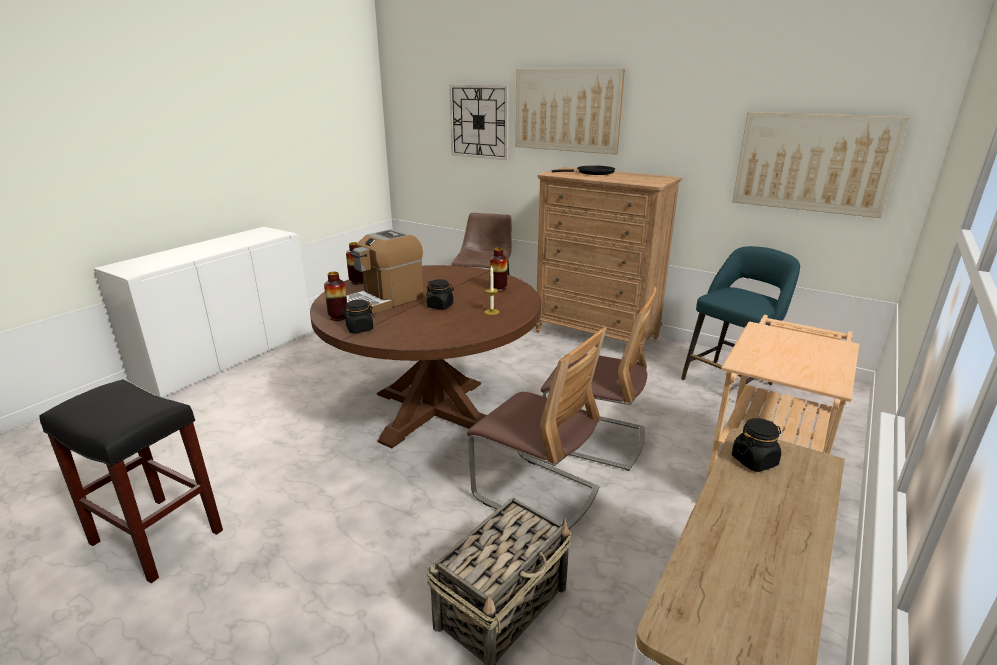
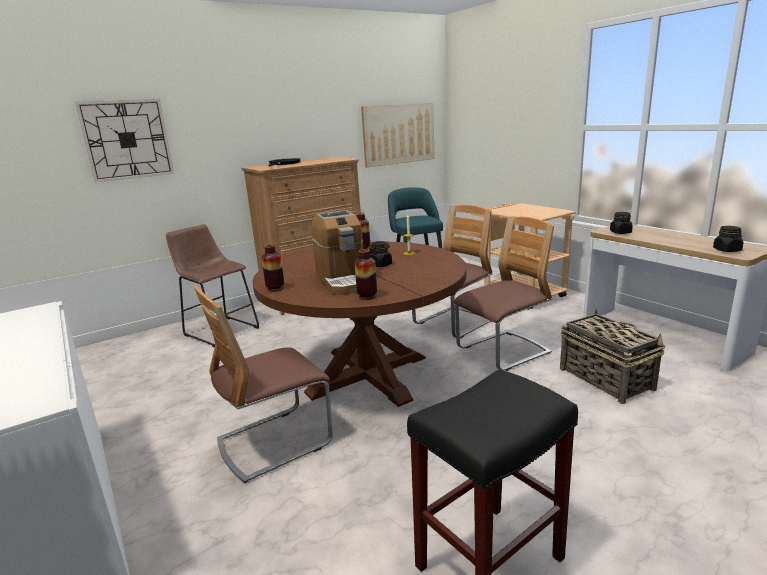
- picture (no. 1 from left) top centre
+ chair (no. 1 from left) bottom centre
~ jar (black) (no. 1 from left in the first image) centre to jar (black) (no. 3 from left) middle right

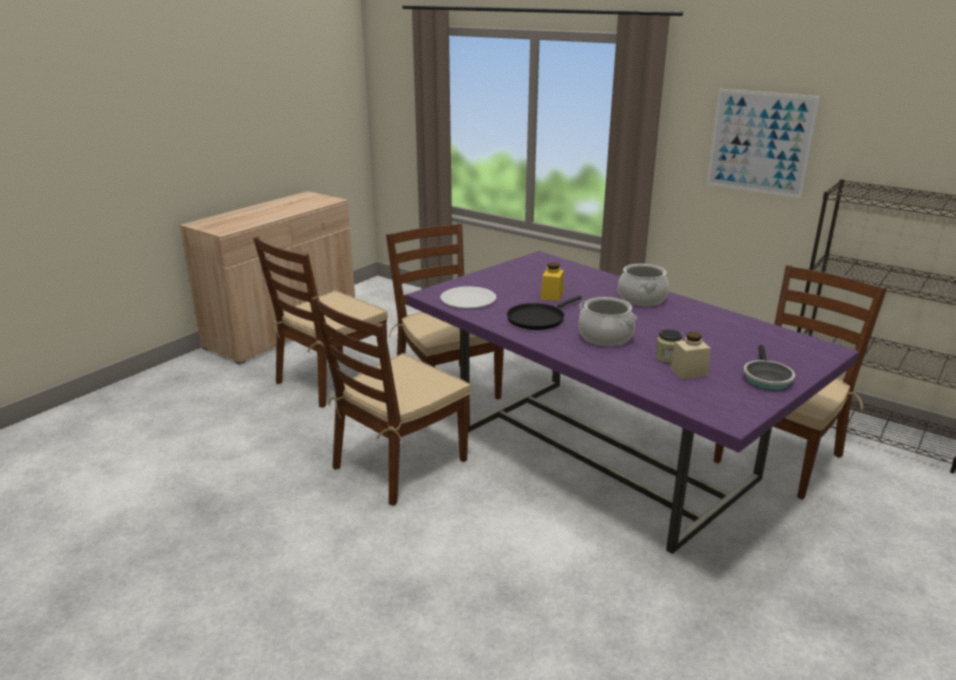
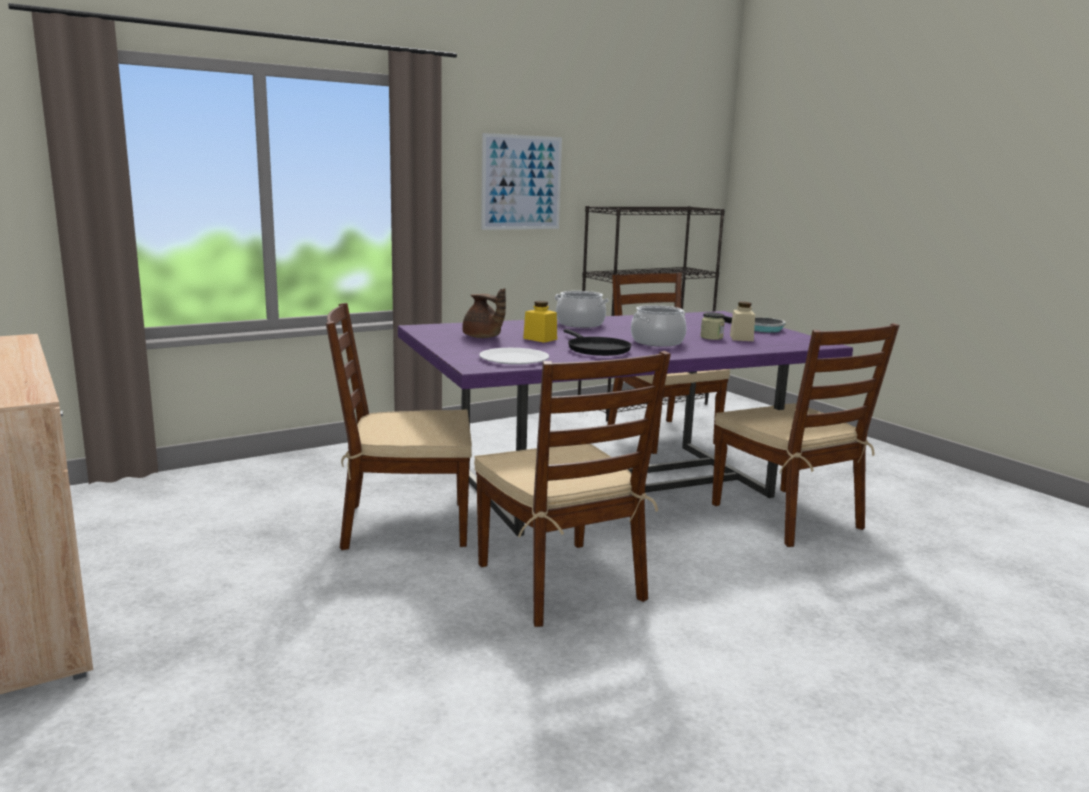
+ teapot (brown) centre
~ chair (brown) (no. 1 from left in the first image) centre to chair (brown) (no. 4 from left) middle right

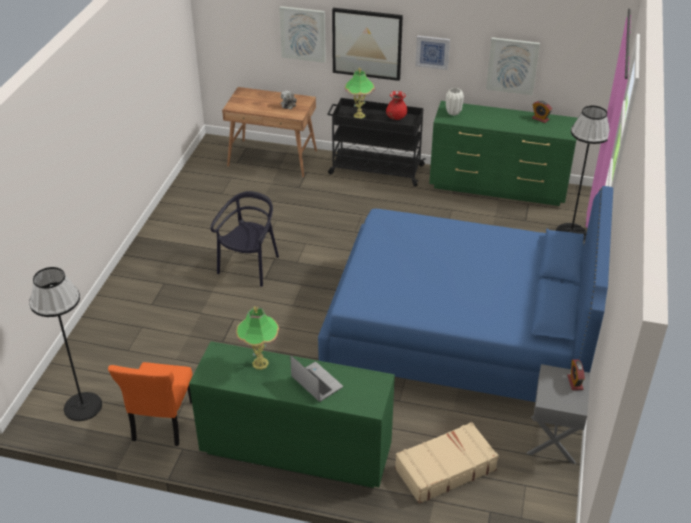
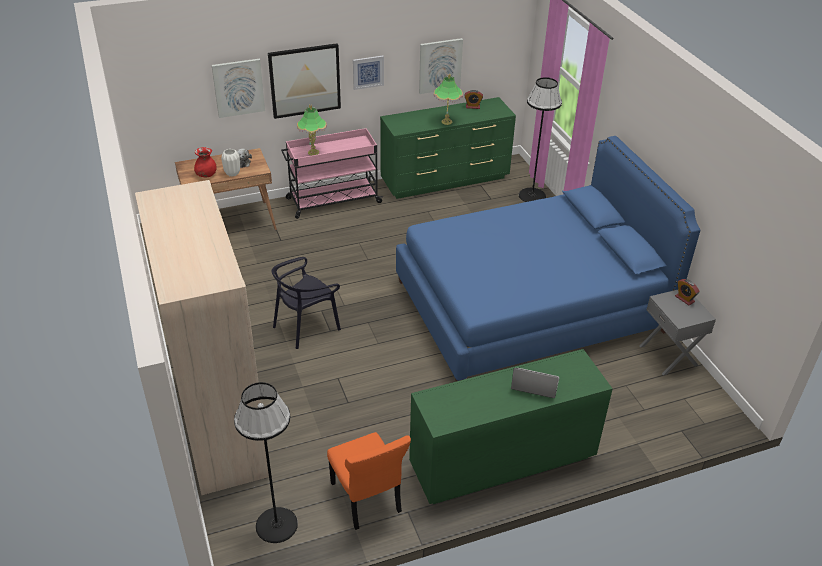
- suitcase (beige) bottom centre
+ wardrobe (beige) middle left
~ table lamp (no. 1 from left in the first image) centre to table lamp (no. 2 from left) top centre
~ vase (red) top centre to top left
~ vase (white) top centre to top left
~ cart (black) top centre to cart (pink) top centre
~ chair (black) centre = centre 120 degrees counterclockwise

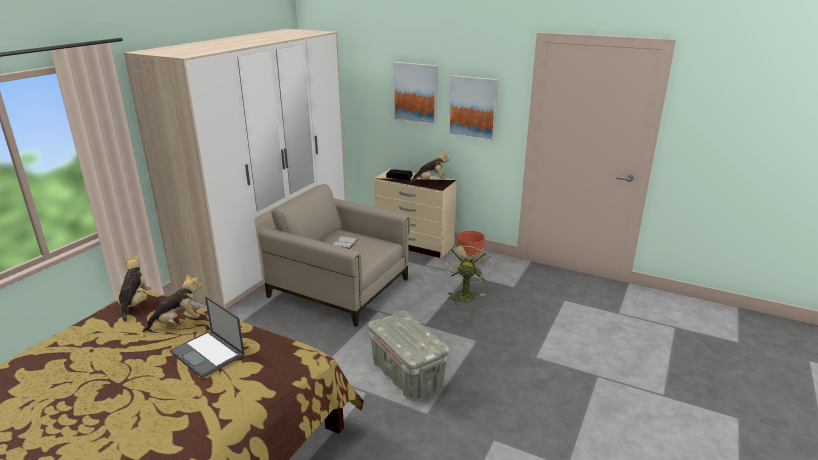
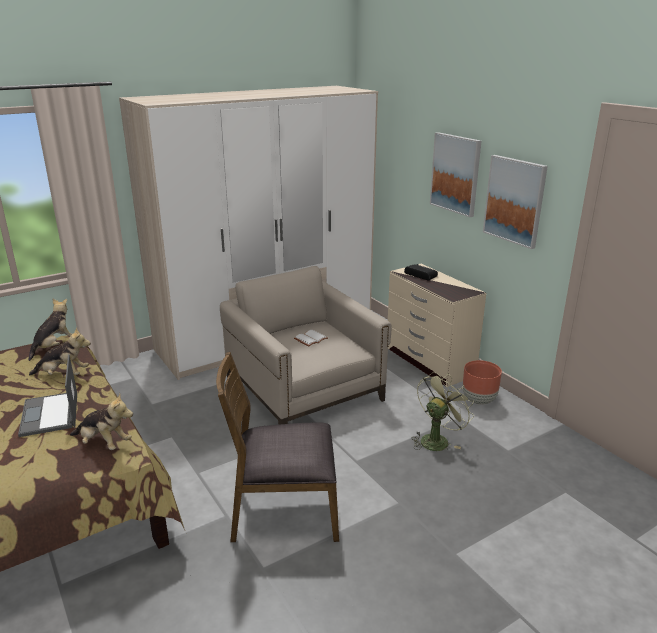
~ plush toy (no. 3 from left) centre to middle left
~ storage box (grey) bottom centre to chair (brown) bottom centre

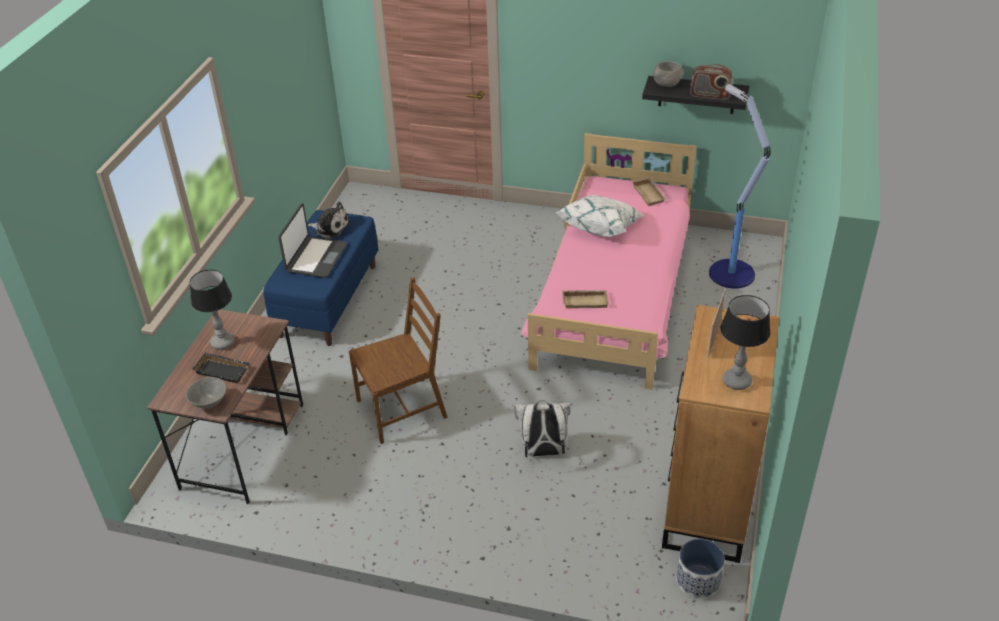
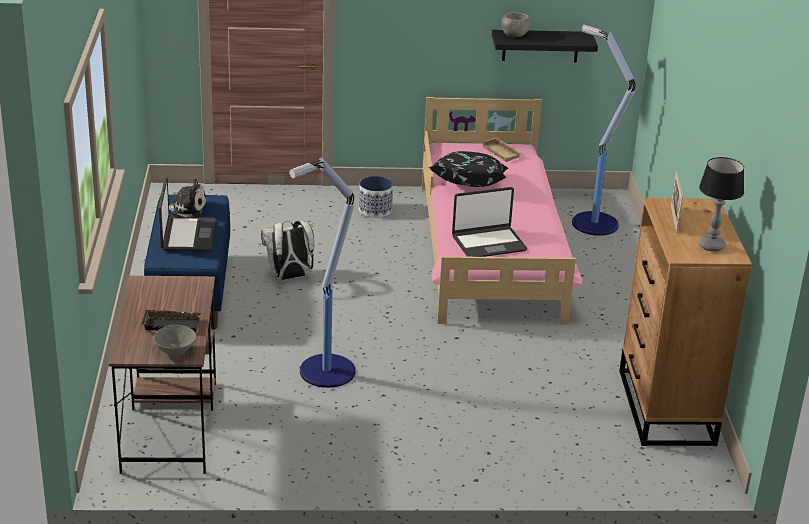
- table lamp (no. 1 from left) middle left
- radio top right
~ backpack (white) bottom centre to centre
~ planter bottom right to centre
~ chair (brown) centre to floor lamp (no. 1 from left) centre
~ tray (beige) (no. 1 from left) centre to laptop (no. 2 from left) centre
~ pillow (white) centre to pillow (black) top centre

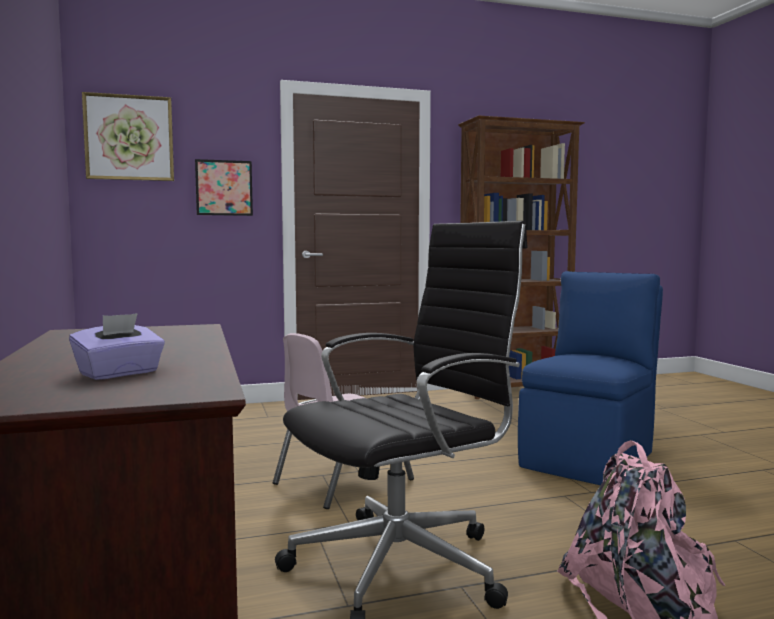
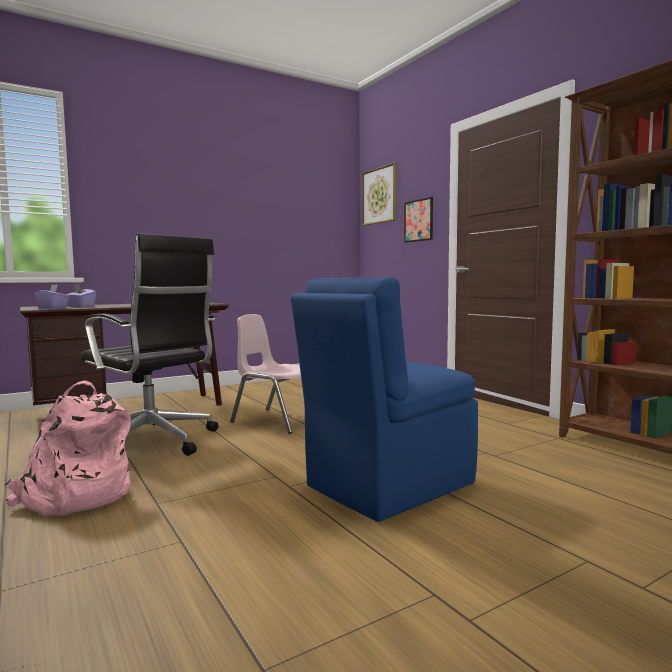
+ tissue box (purple) (no. 1 from left) middle left
~ chair (blue) middle right = centre 120 degrees clockwise

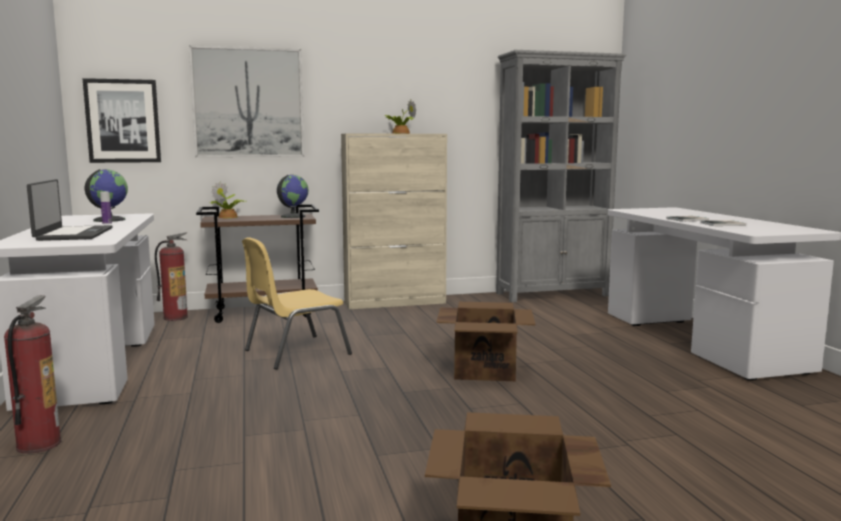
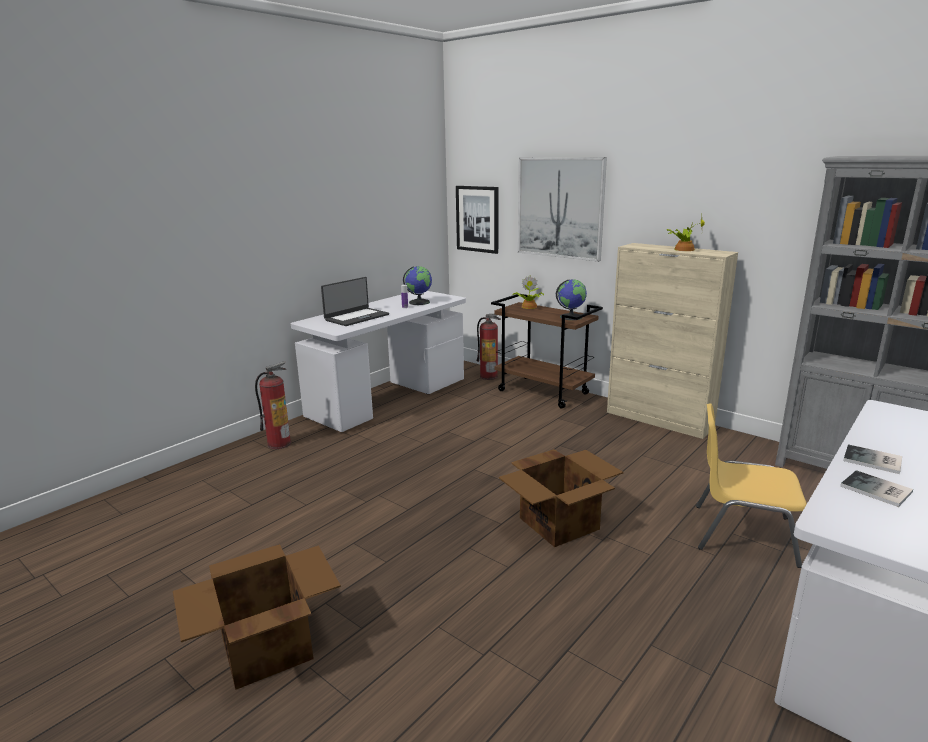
~ chair (yellow) centre to middle right

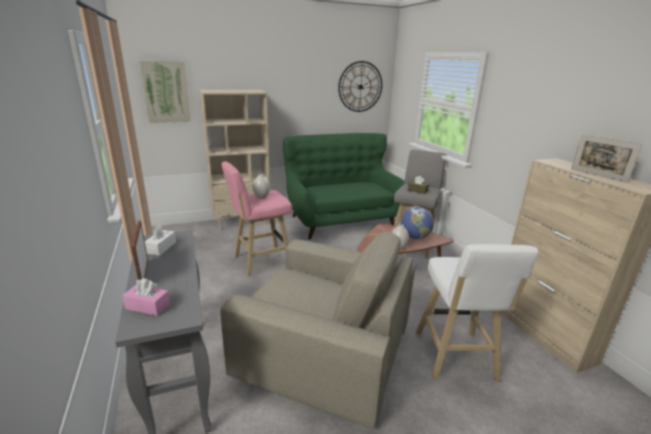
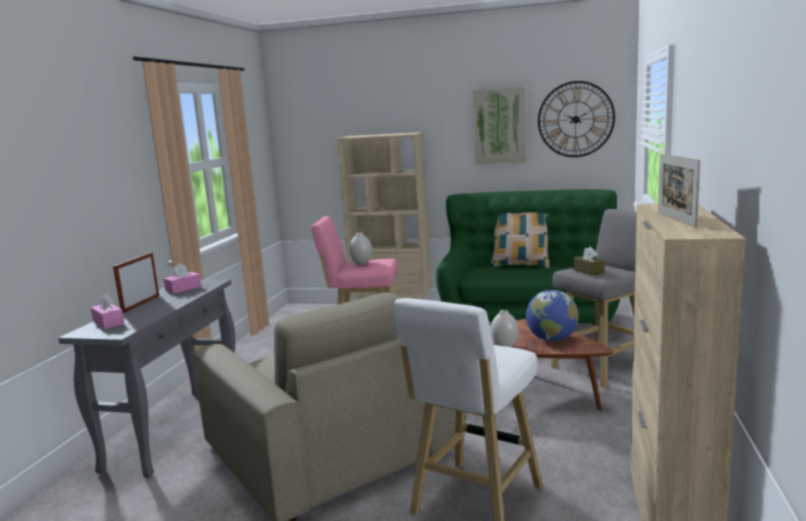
+ pillow centre
~ picture top left to top centre
~ tissue box (white) middle left to tissue box (pink) (no. 2 from left) middle left

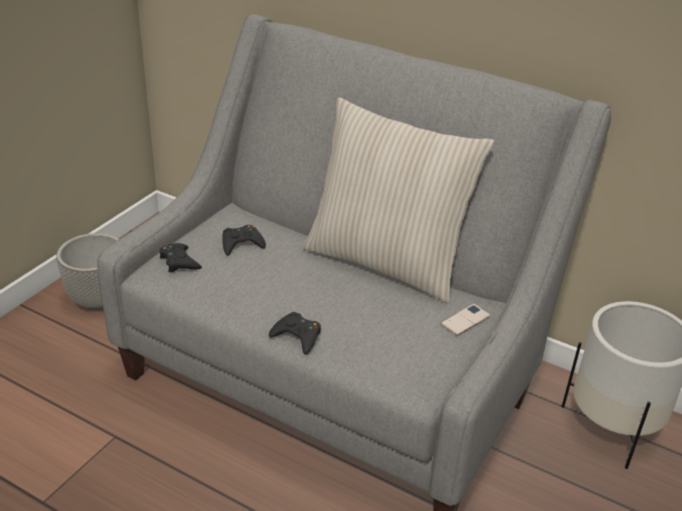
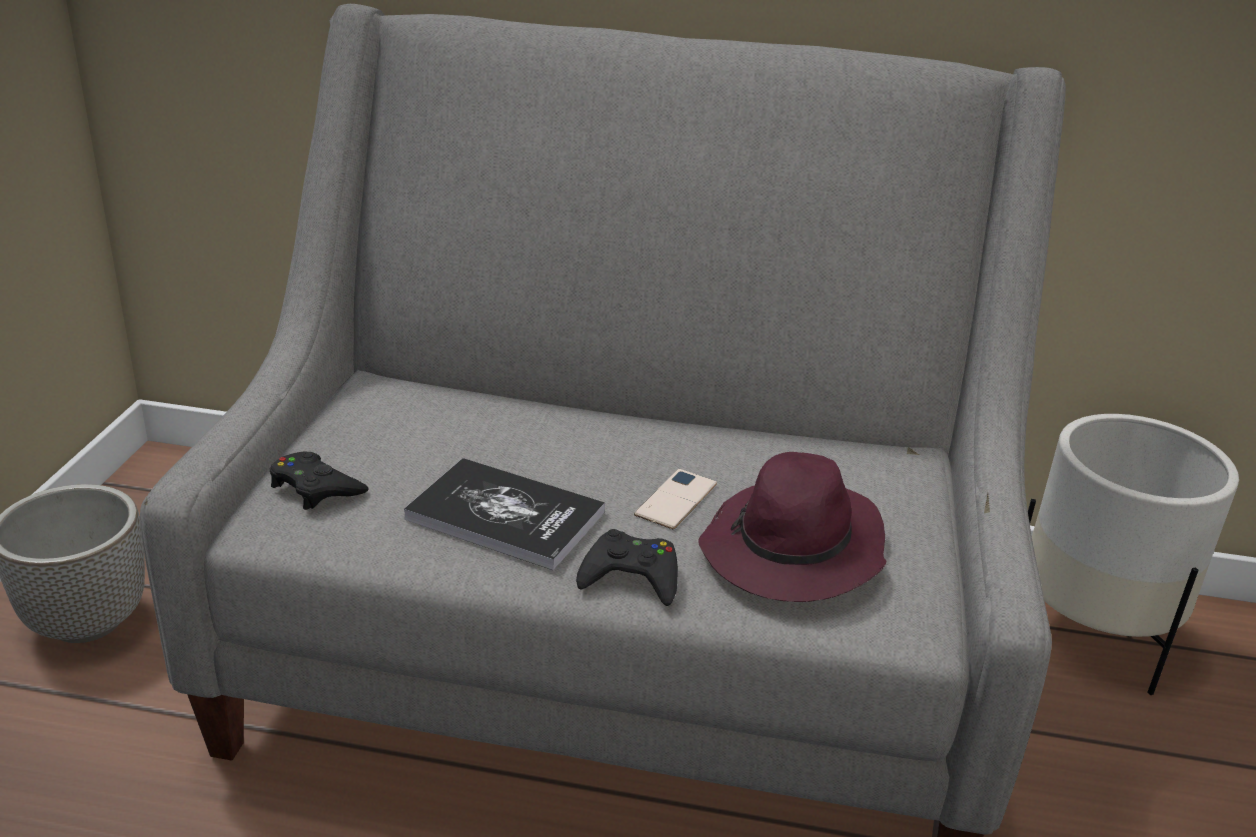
- game controller (black) (no. 2 from left) centre
- pillow (beige) centre
+ book centre
+ hat (purple) centre
~ phone middle right to centre

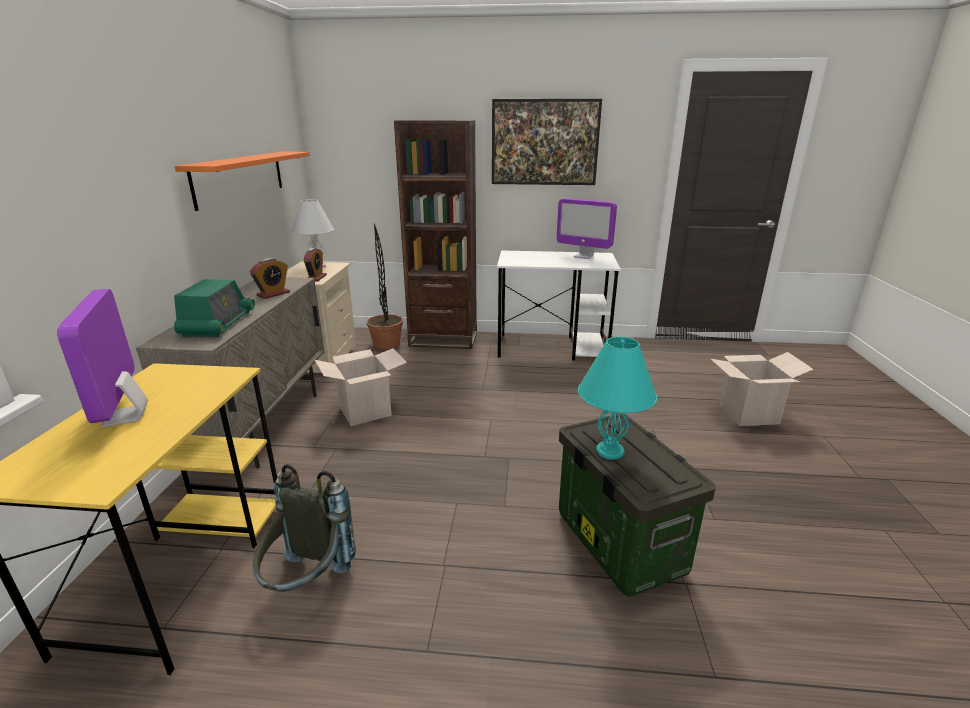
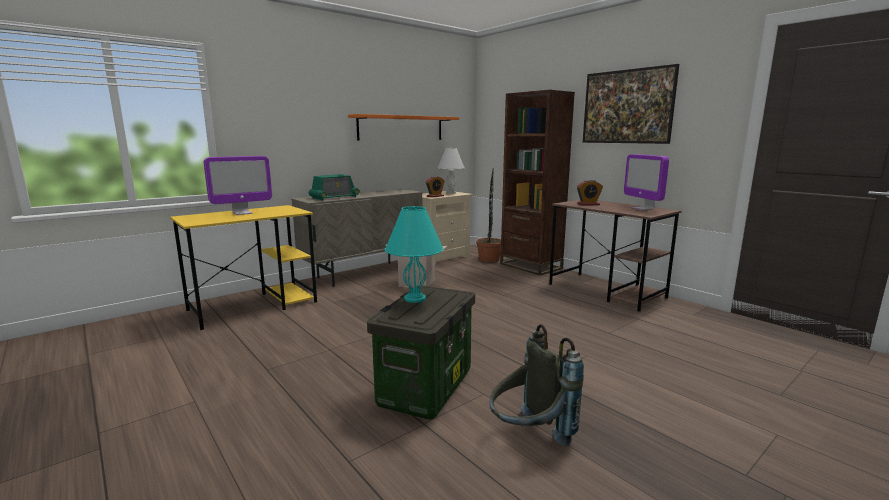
- cardboard box (no. 2 from left) middle right
~ alarm clock (no. 1 from left in the first image) middle left to alarm clock (no. 2 from left) centre
~ backpack (grey) bottom left to bottom centre
~ desk (white) centre to desk (brown) middle right
~ monitor (no. 1 from left) middle left = middle left 150 degrees counterclockwise

